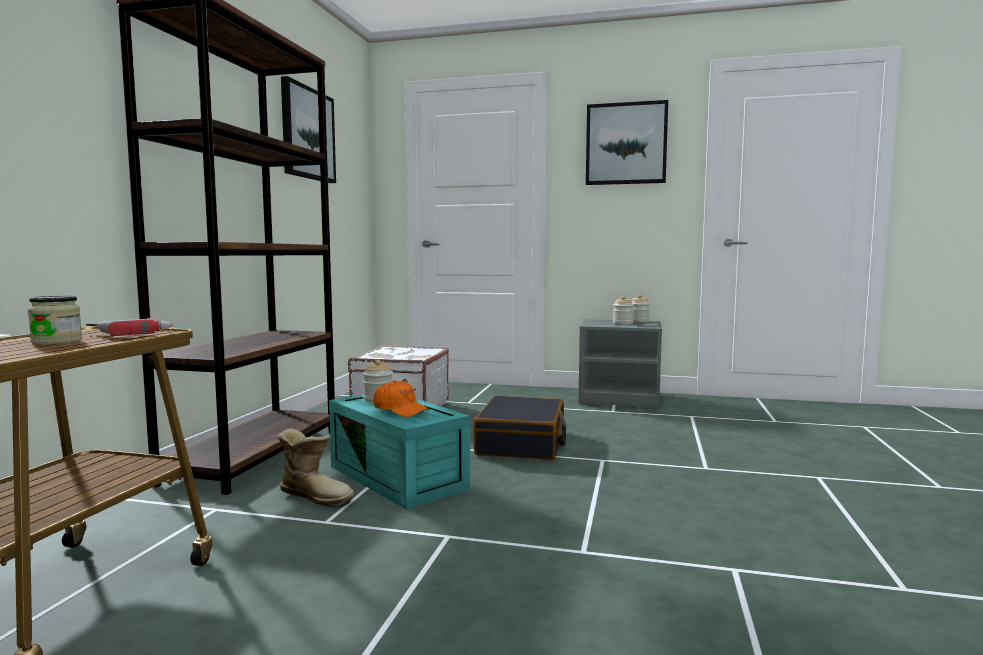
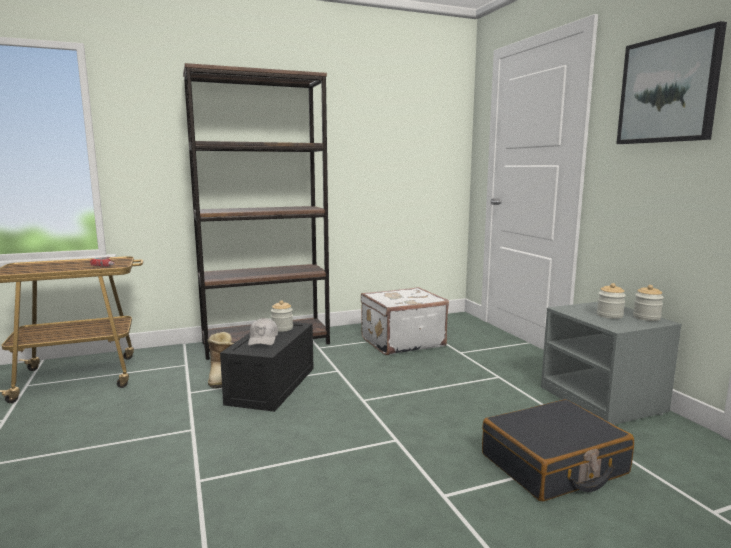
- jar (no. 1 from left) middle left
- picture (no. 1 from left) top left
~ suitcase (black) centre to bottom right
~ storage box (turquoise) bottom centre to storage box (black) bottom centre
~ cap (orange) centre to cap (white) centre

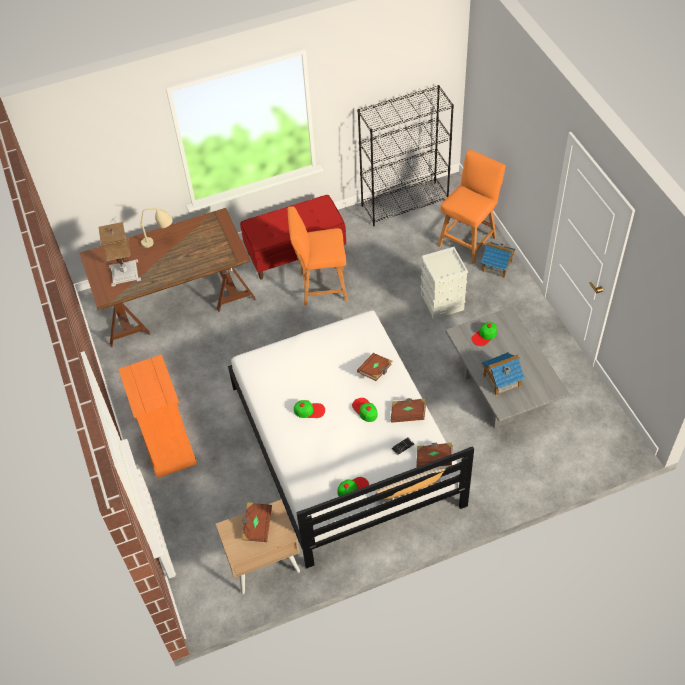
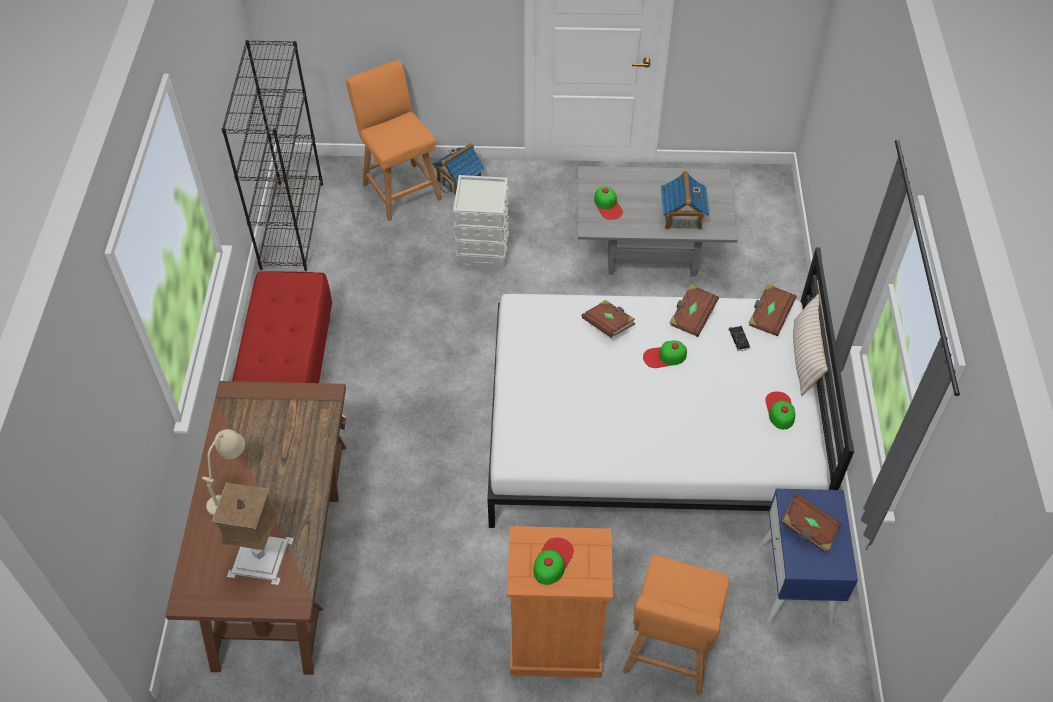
~ stool (orange) (no. 1 from left in the first image) centre to stool (orange) (no. 2 from left) bottom centre
~ cap (no. 1 from left) centre to bottom centre
~ nightstand (beige) bottom centre to nightstand (blue) bottom right

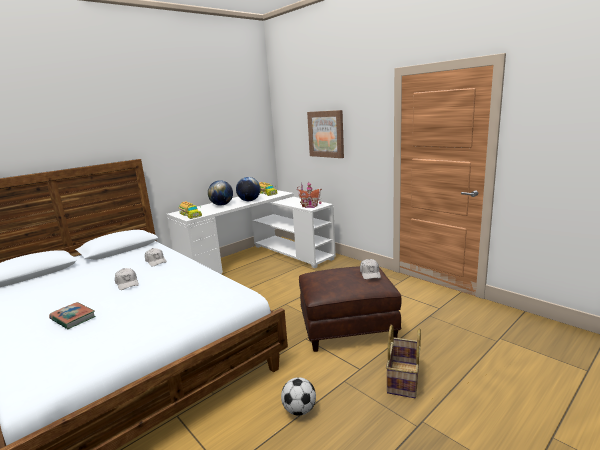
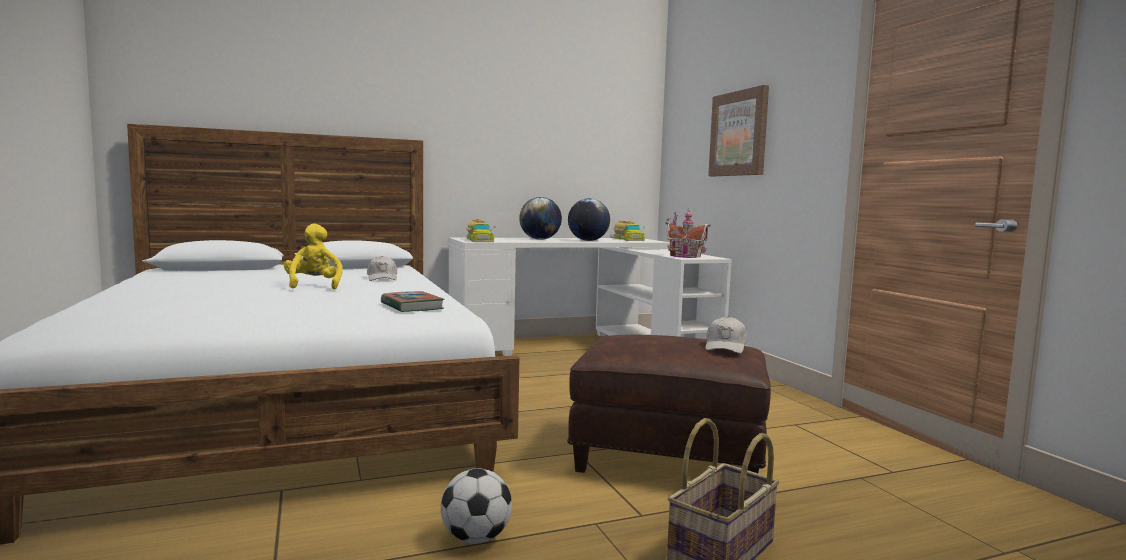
~ book bottom left to centre
~ cap (white) (no. 1 from left) middle left to plush toy (yellow) middle left

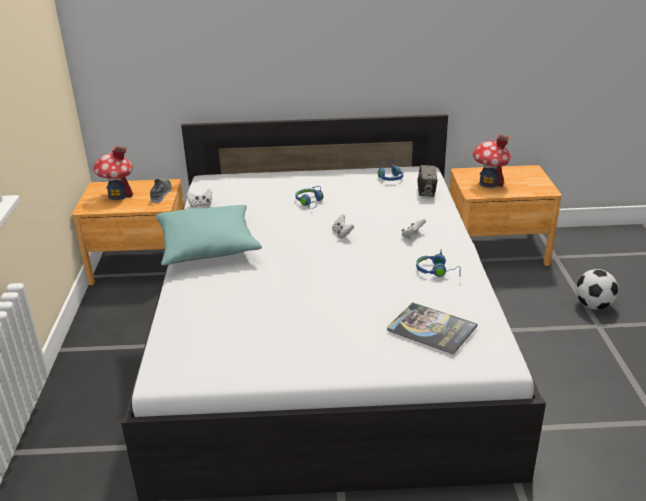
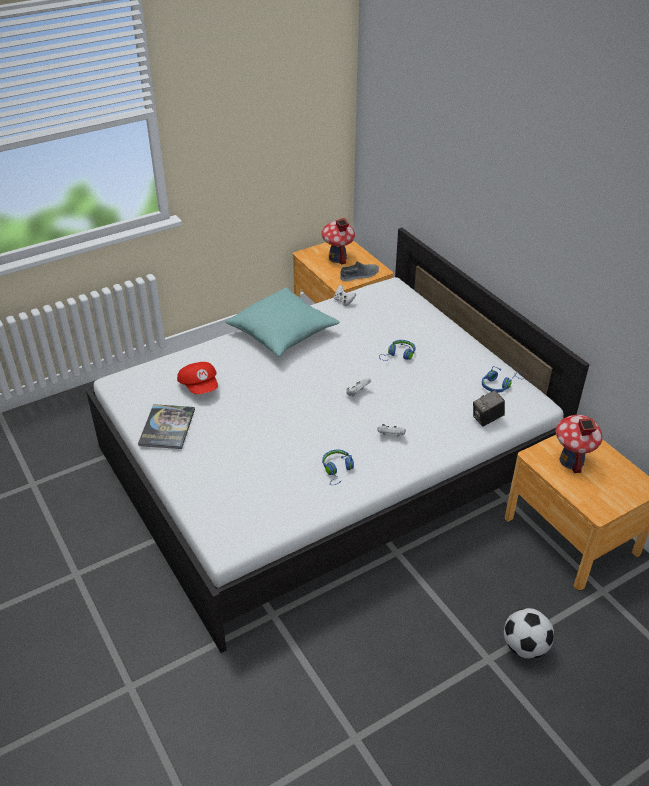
+ cap (red) middle left
~ book middle right to middle left

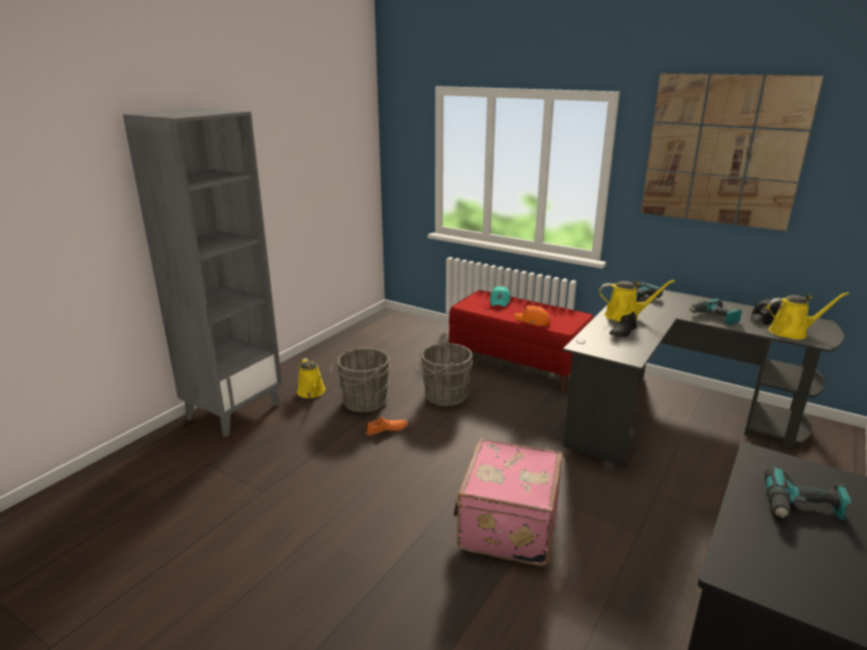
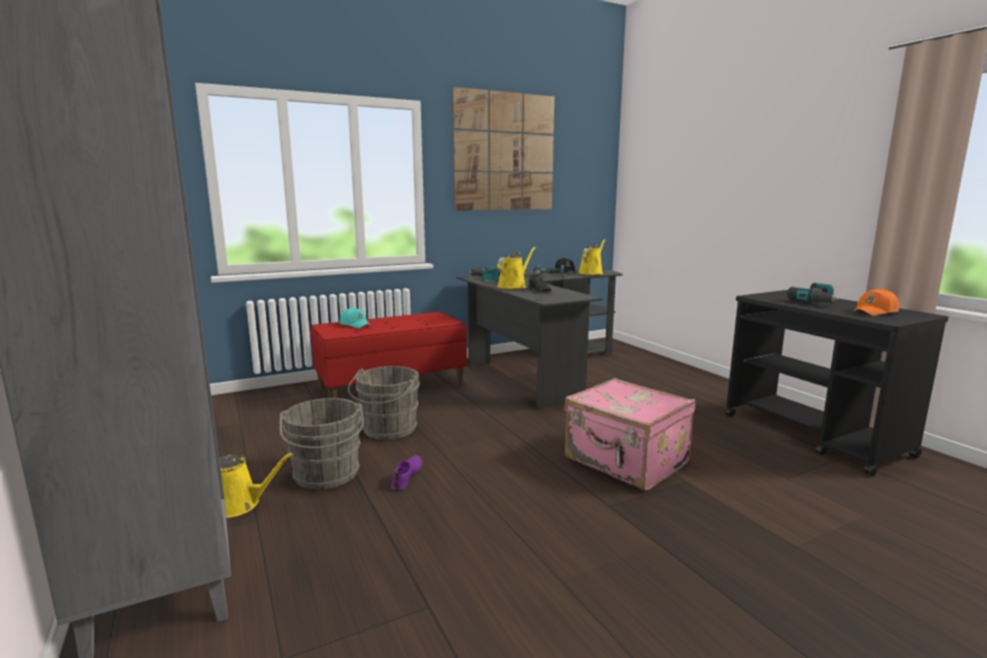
~ cap (orange) centre to middle right
~ shoe (orange) centre to shoe (purple) bottom centre

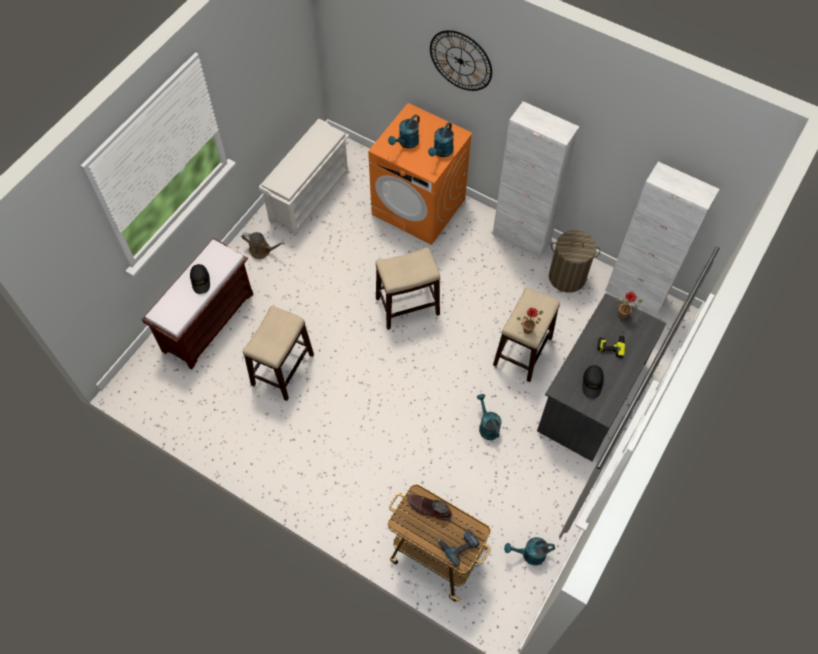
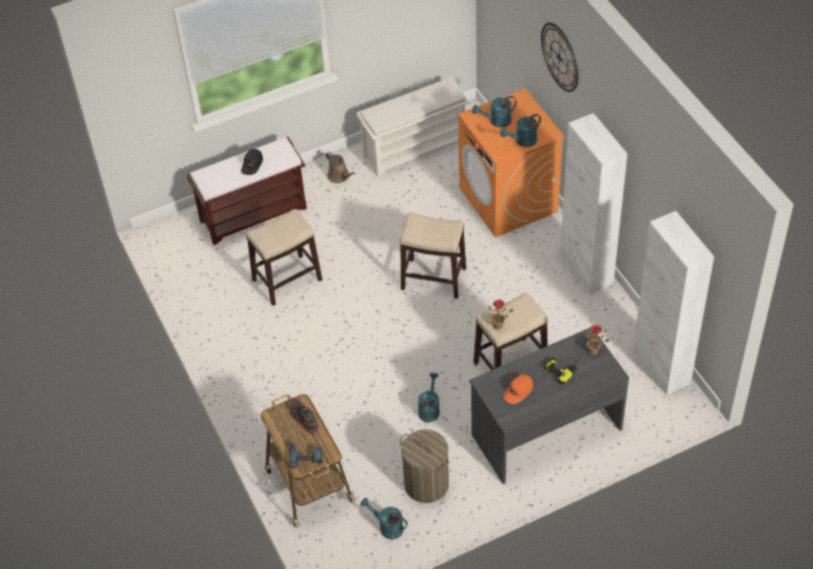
~ laundry basket middle right to bottom centre
~ cap (black) (no. 2 from left) middle right to cap (orange) bottom centre

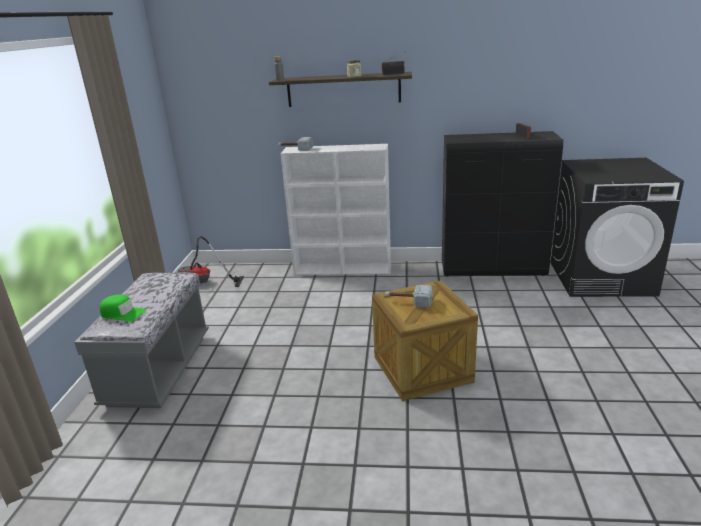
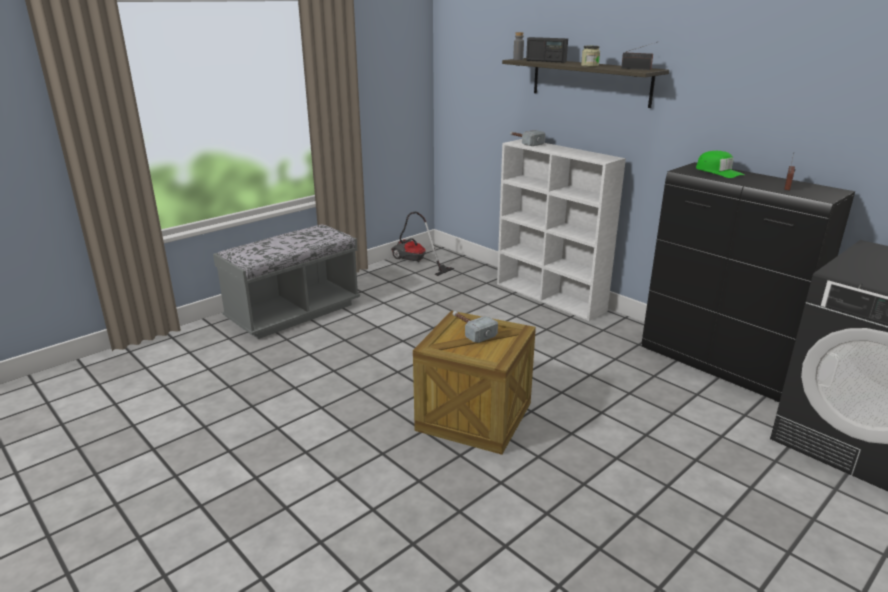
+ radio (no. 1 from left) top centre
~ cap (green) middle left to top right

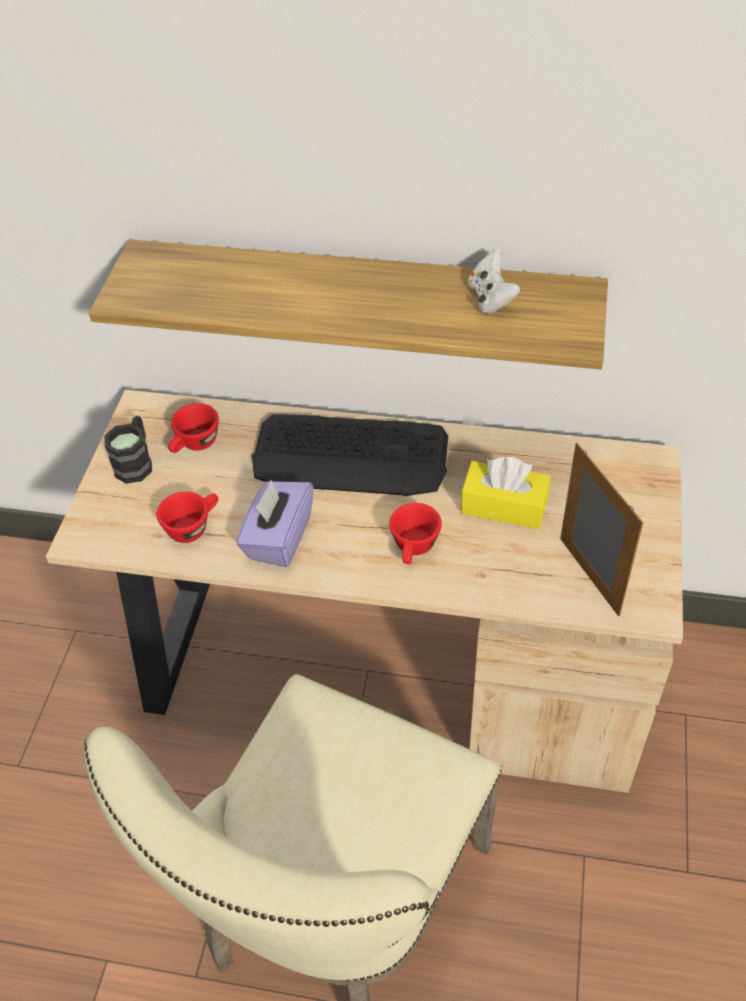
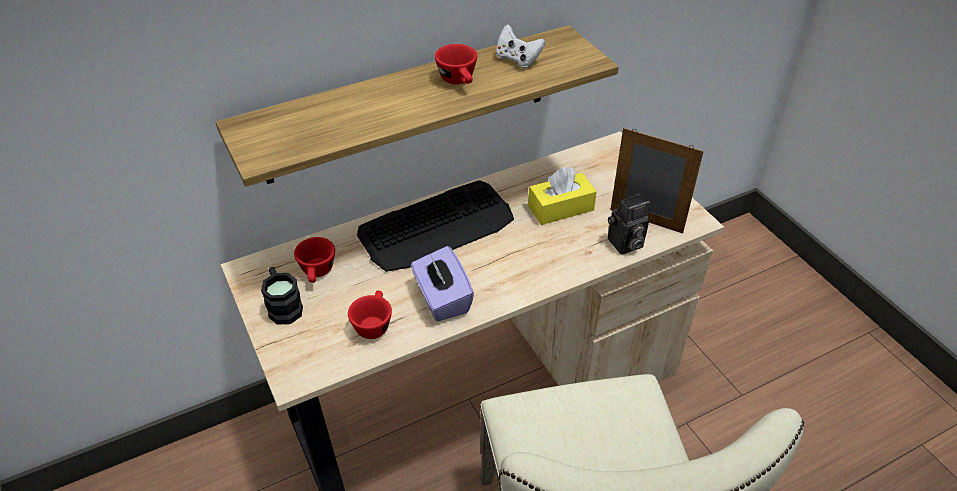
+ photo camera centre
~ cup (red) (no. 3 from left) centre to top centre

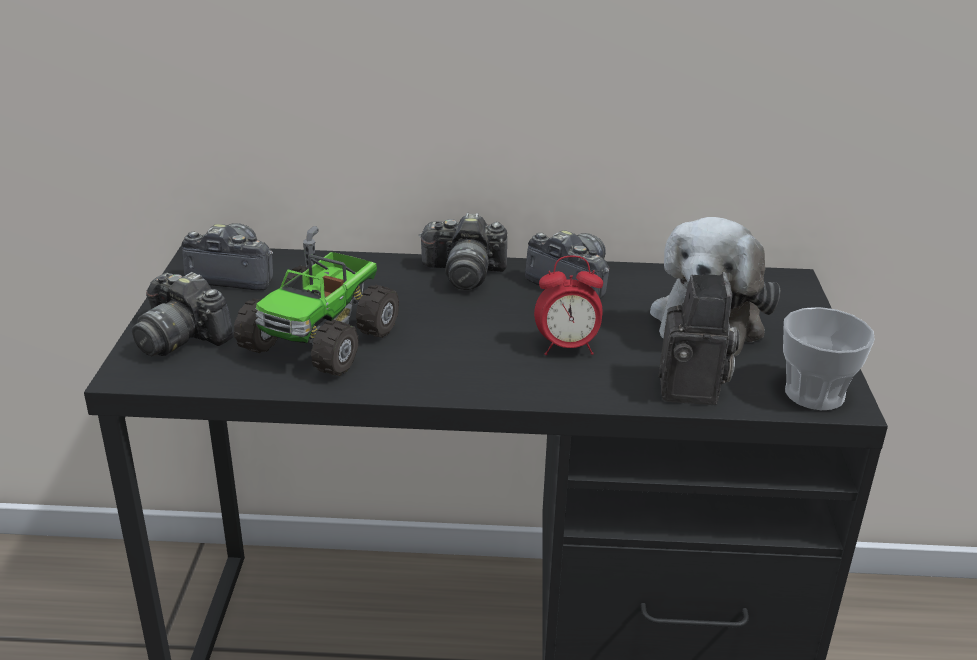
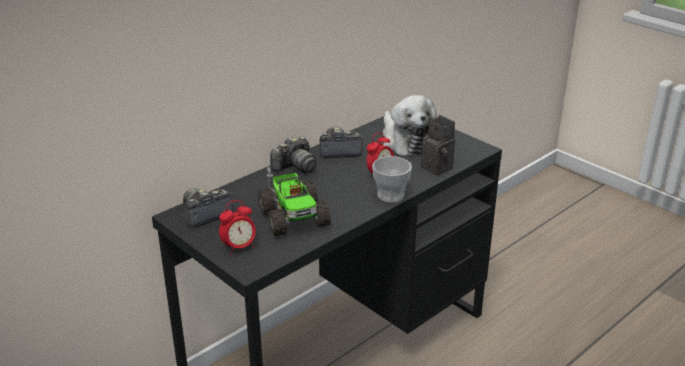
~ cup middle right to centre
~ photo camera (no. 1 from left) middle left to alarm clock (no. 1 from left) centre

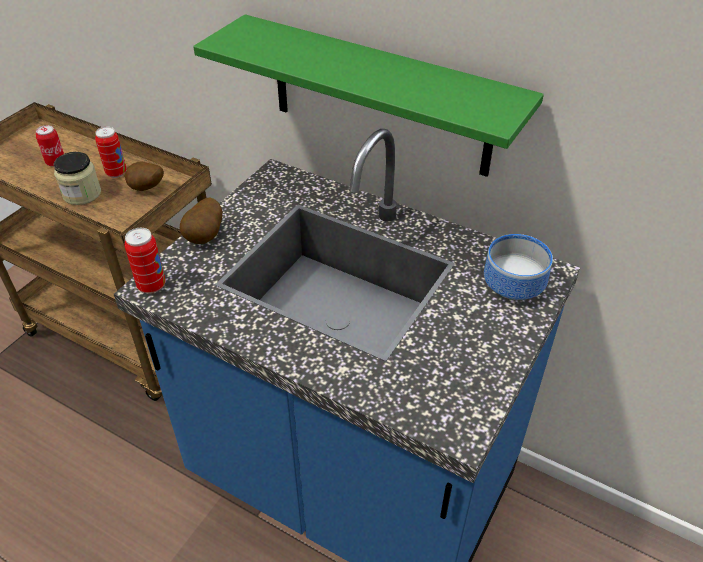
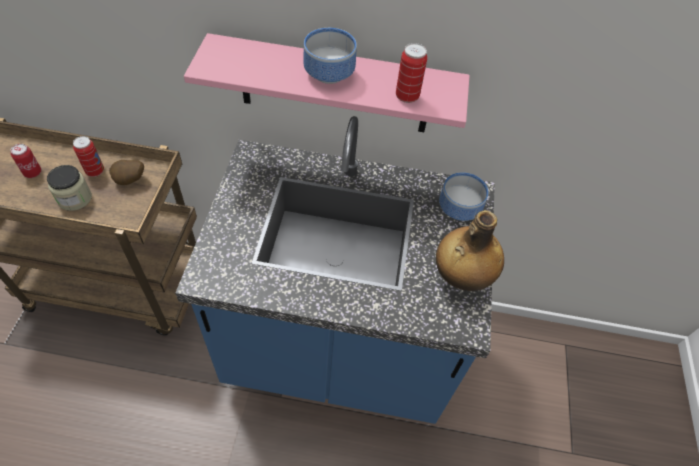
- potato (no. 2 from left) middle left
+ bowl (no. 1 from left) top centre
+ bottle middle right
~ can (no. 3 from left) middle left to top centre
~ shelf (green) top centre to shelf (pink) top centre

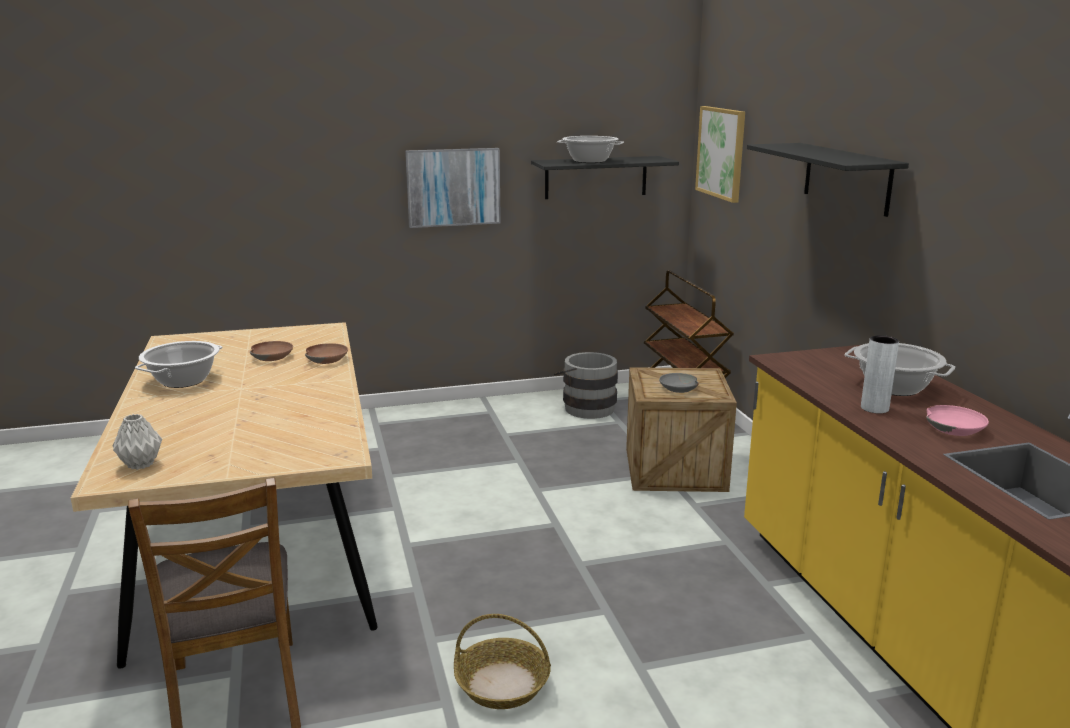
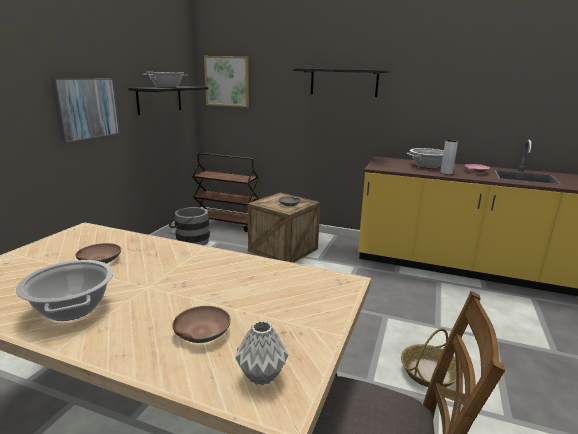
~ bowl (brown) (no. 2 from left) middle left to bottom centre

